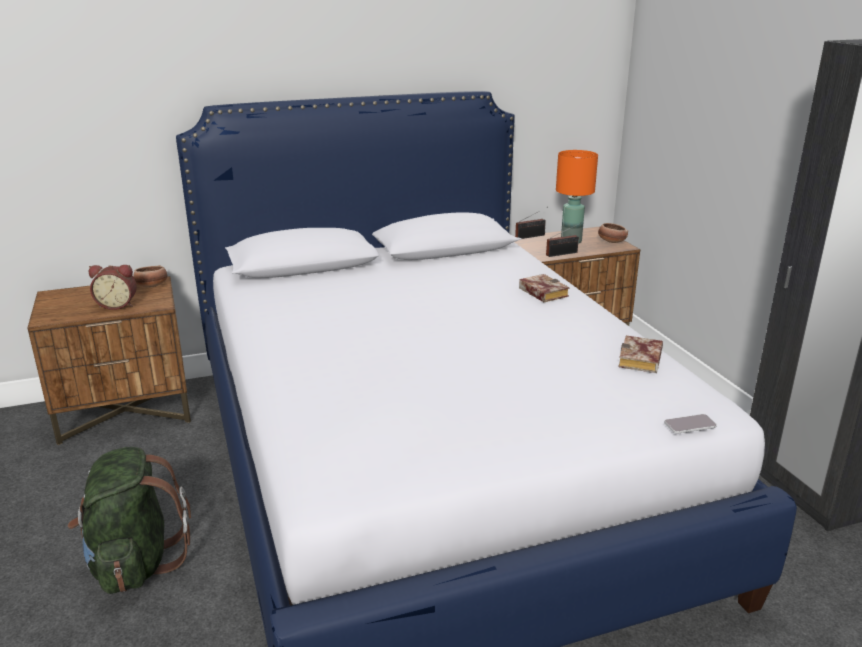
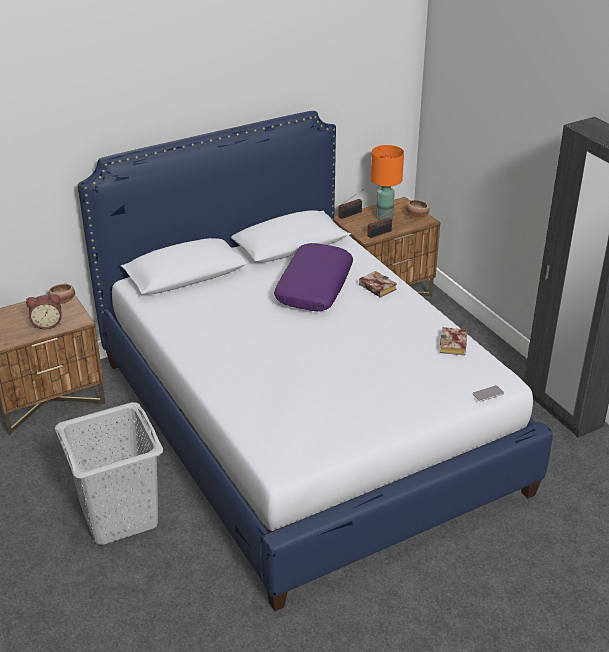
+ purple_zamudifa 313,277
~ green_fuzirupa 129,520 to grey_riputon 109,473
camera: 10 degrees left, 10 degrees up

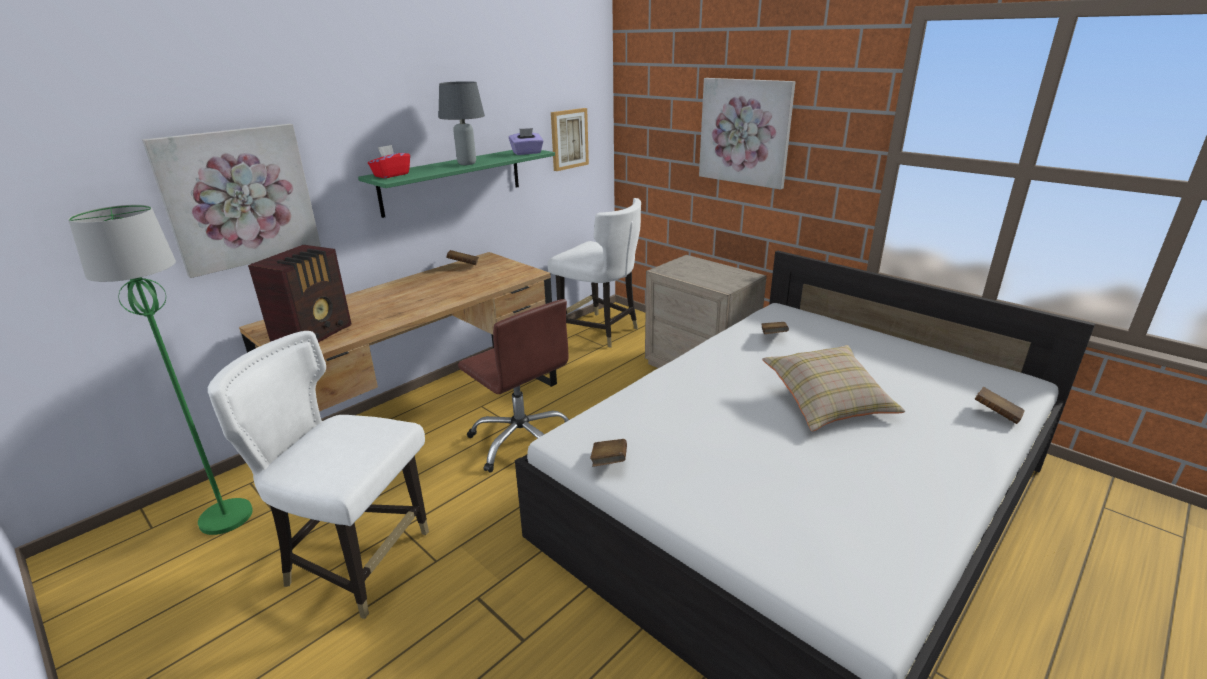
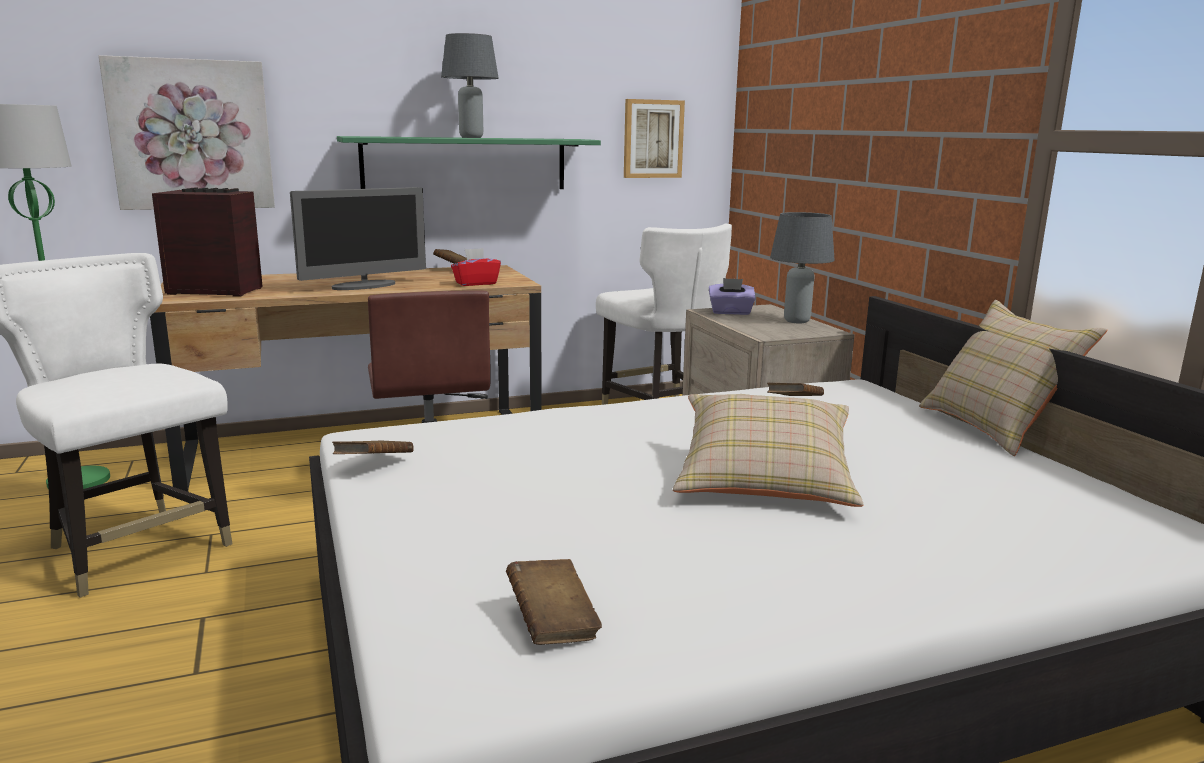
- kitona 747,134
+ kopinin 358,238
+ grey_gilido 802,267
+ beige_zamudifa 1013,378
~ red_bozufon 389,161 to 476,267
~ purple_bozufon 526,141 to 732,296
~ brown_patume 1000,405 to 554,602
~ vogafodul 300,293 = 207,242 135 degrees counterclockwise
camera: 25 degrees right, 10 degrees down

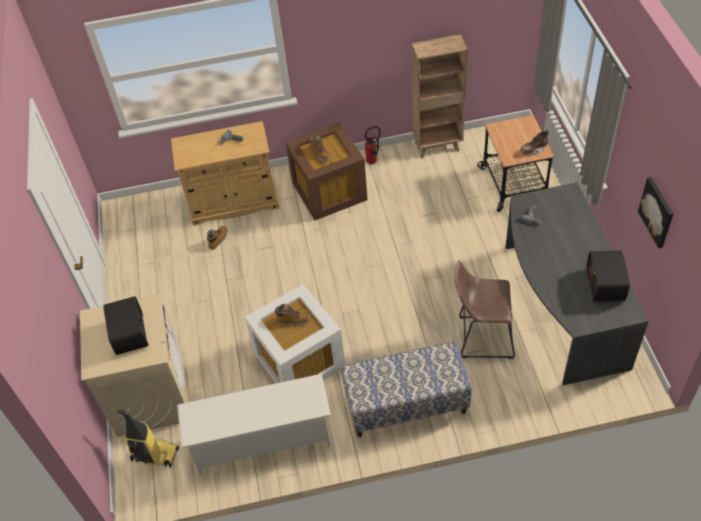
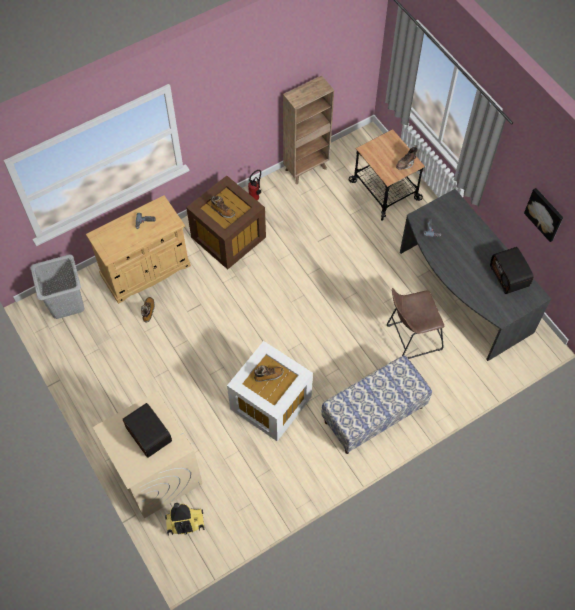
- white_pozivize 254,424
+ grey_riputon 58,287
camera: 25 degrees left, 10 degrees up

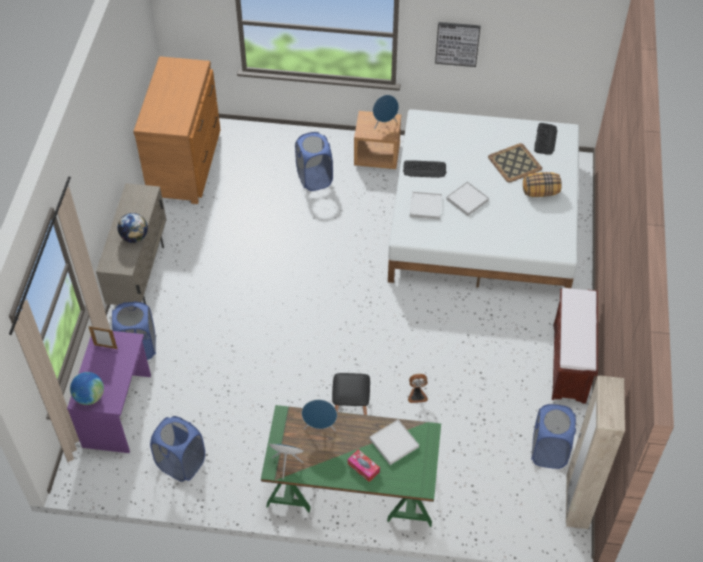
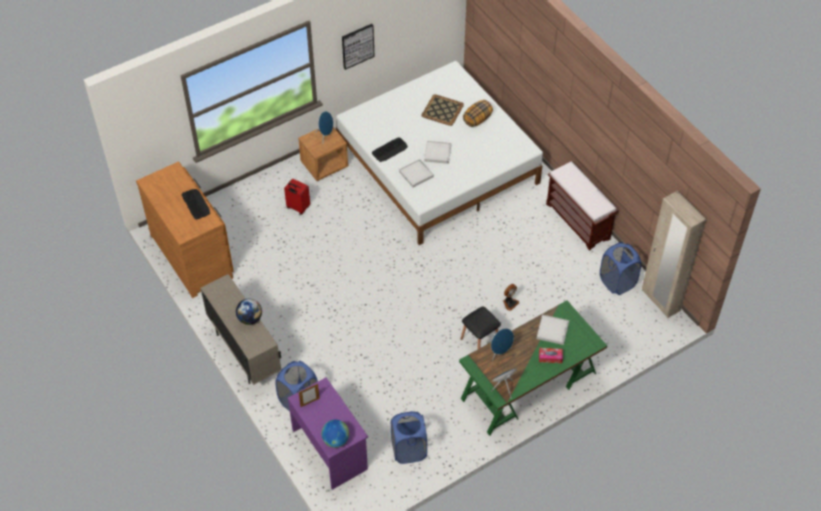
~ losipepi 545,138 to 195,204
~ blue_riputon 314,161 to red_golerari 297,197
camera: 40 degrees left, 0 degrees up

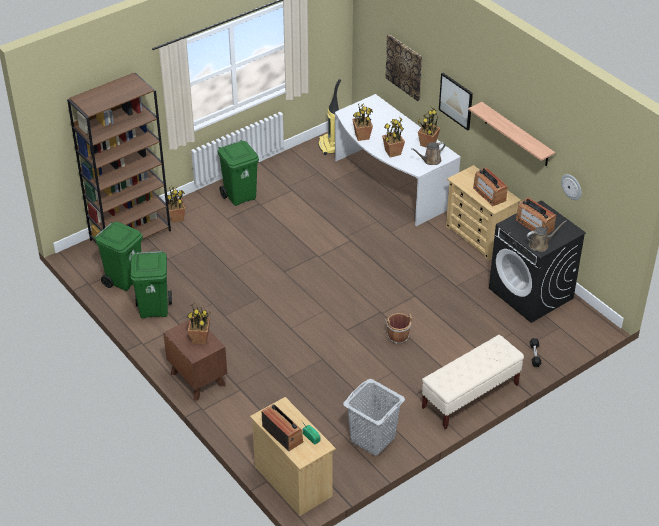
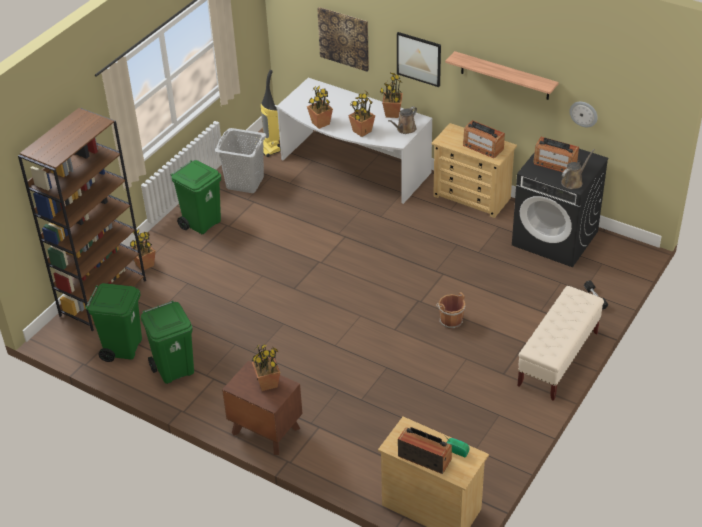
~ grey_riputon 374,417 to 240,160
camera: 20 degrees left, 0 degrees up

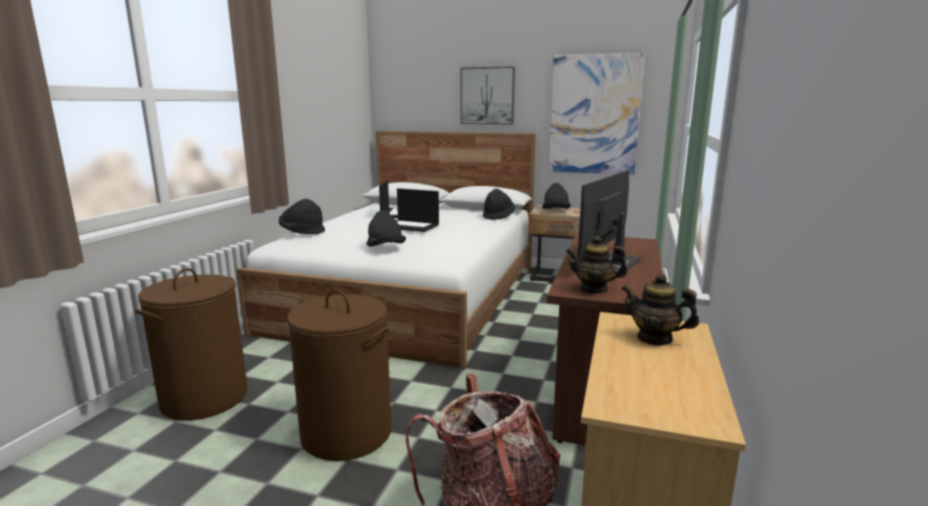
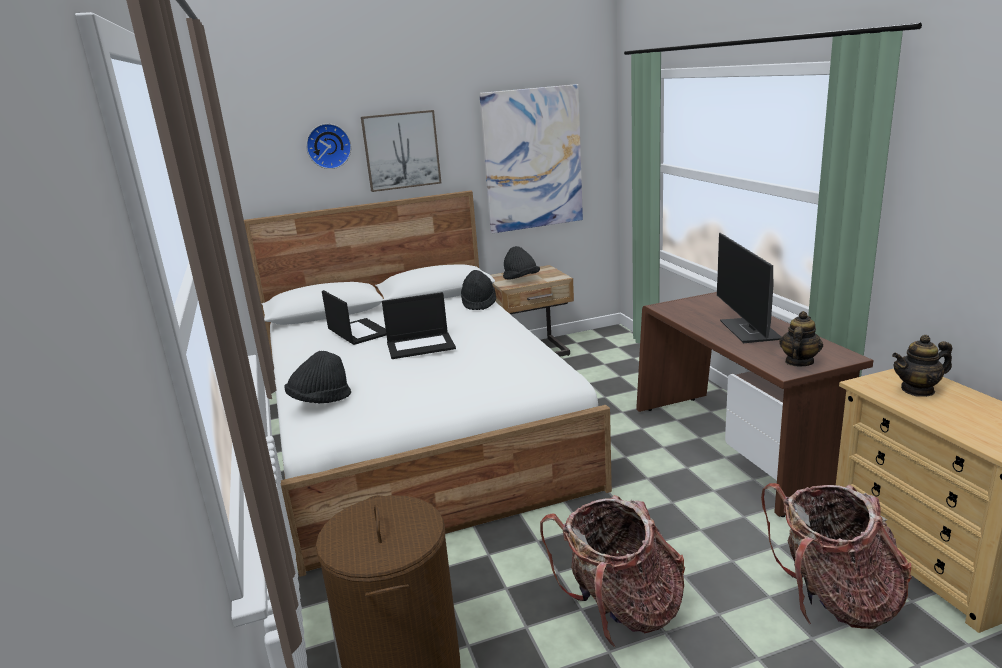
- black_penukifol 386,229
+ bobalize 328,146
~ brown_riputon 339,375 to fuzirupa 612,571
~ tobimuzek 597,265 = 801,338 150 degrees clockwise
camera: 35 degrees left, 5 degrees up

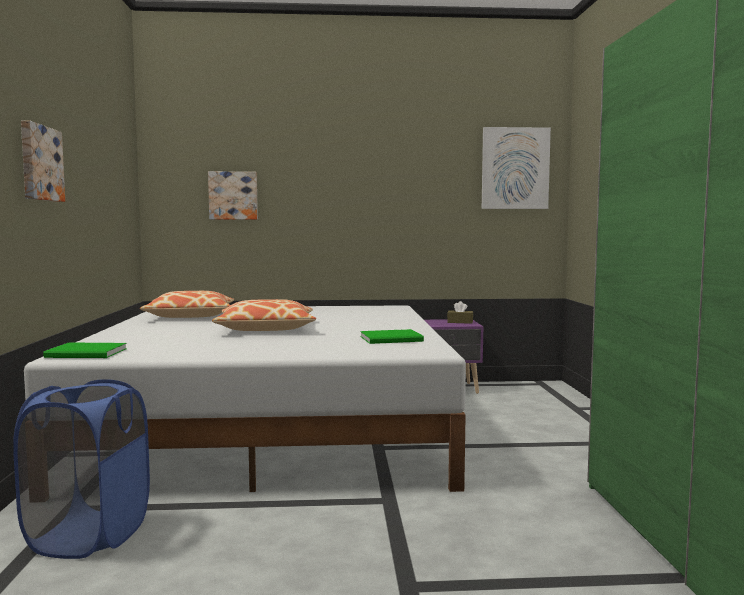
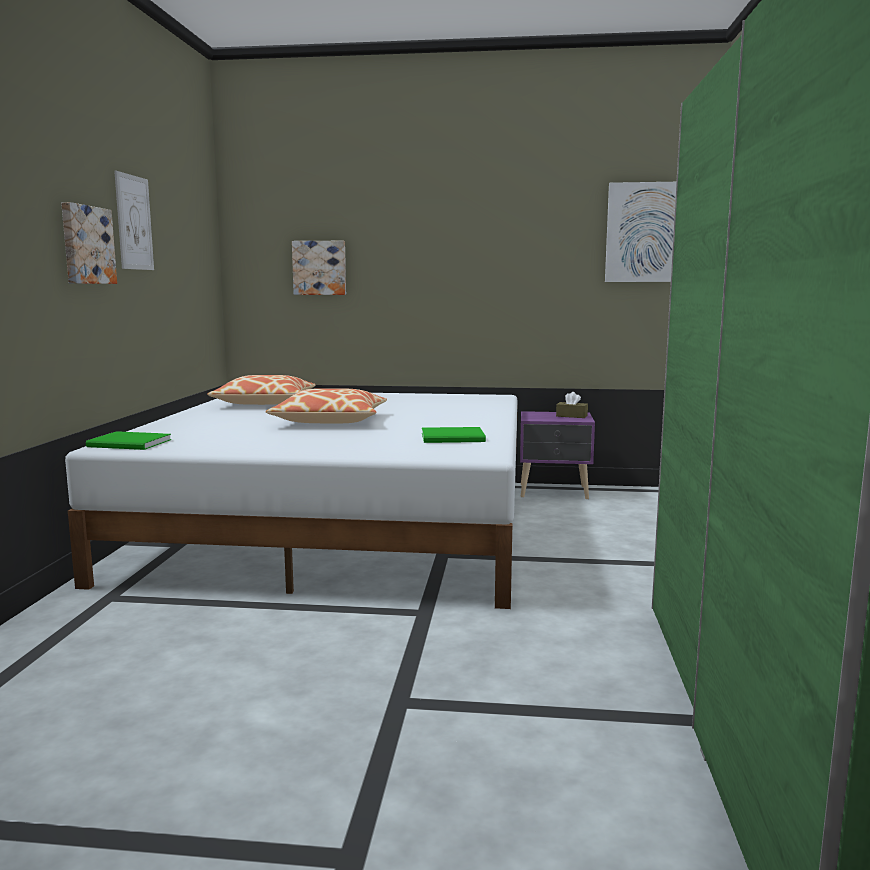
- blue_riputon 81,469
+ kitona 134,220
camera: 10 degrees right, 5 degrees up

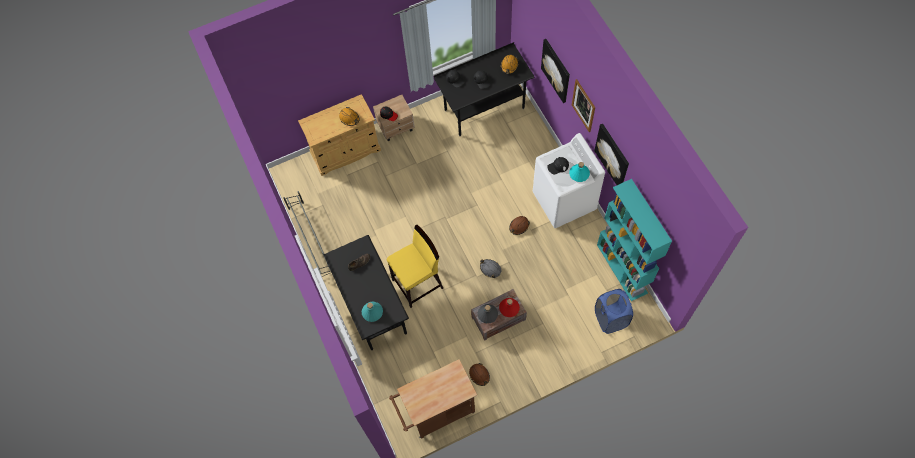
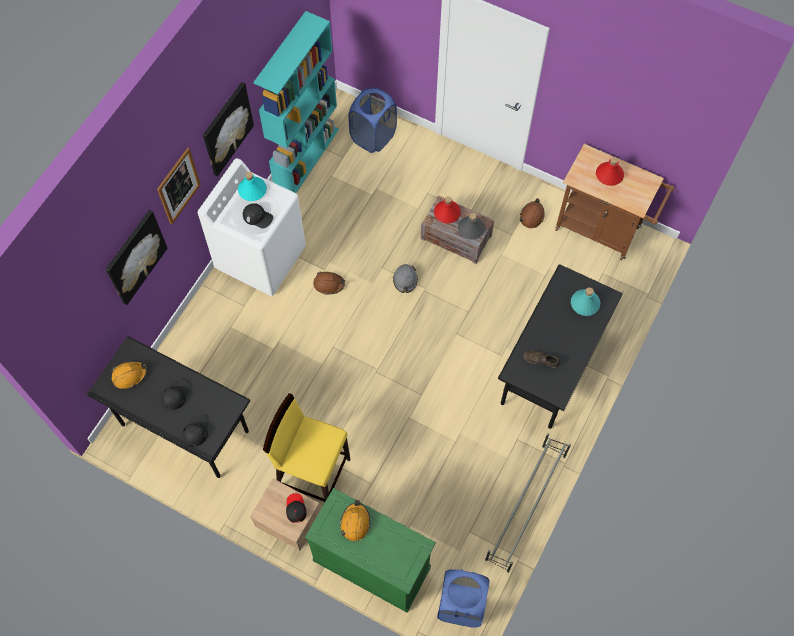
+ blue_riputon 463,598
+ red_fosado 610,171
~ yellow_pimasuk 415,266 to 306,447
~ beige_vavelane 339,135 to green_vavelane 370,550
camera: 130 degrees left, 0 degrees up

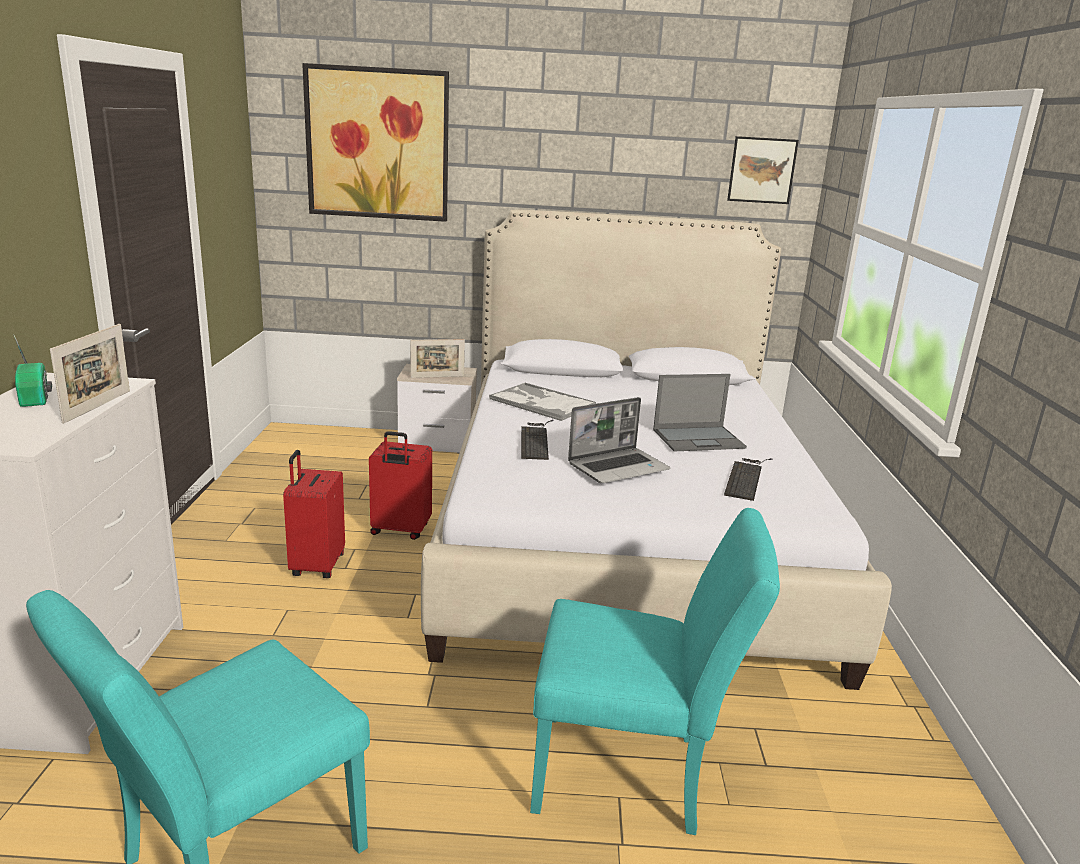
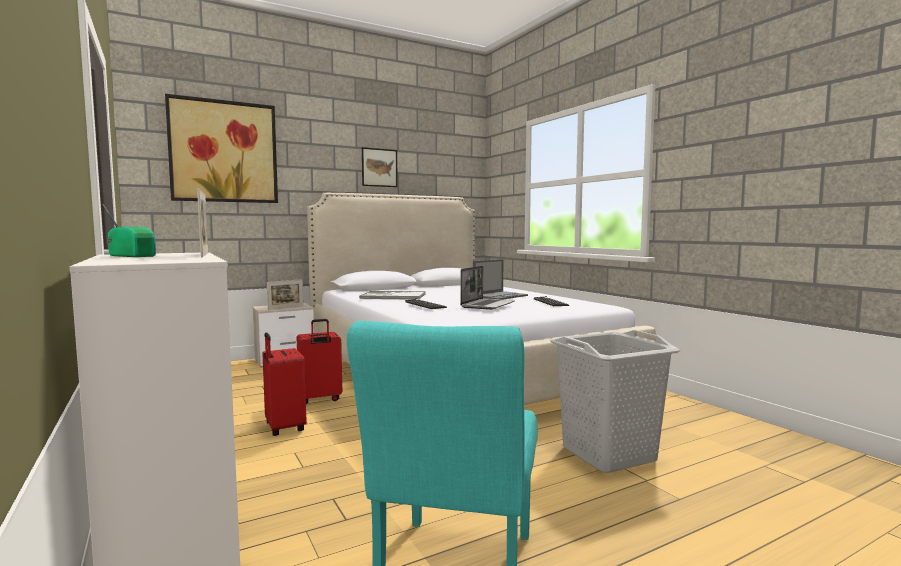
~ kitona 763,170 to 380,167
~ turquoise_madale 655,671 to grey_riputon 615,401
camera: 30 degrees left, 15 degrees down

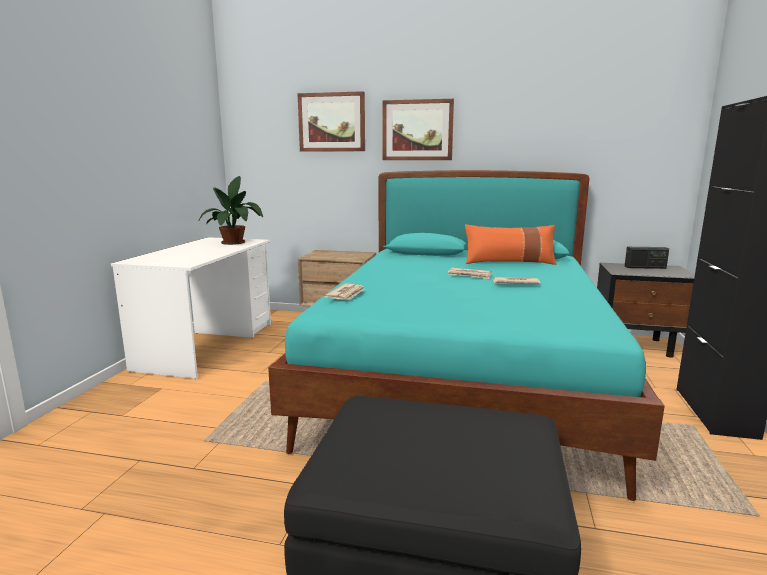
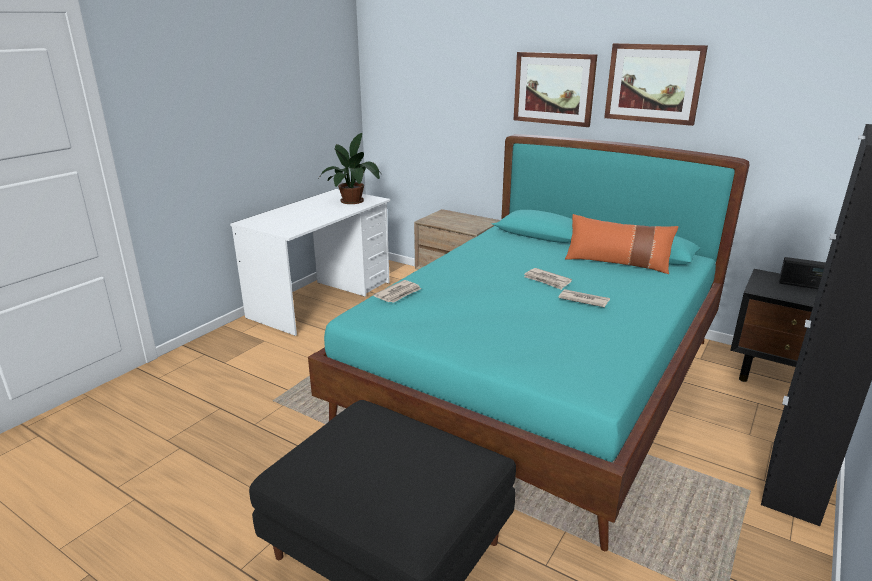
~ kitona 331,121 to 656,84
camera: 20 degrees right, 10 degrees up

